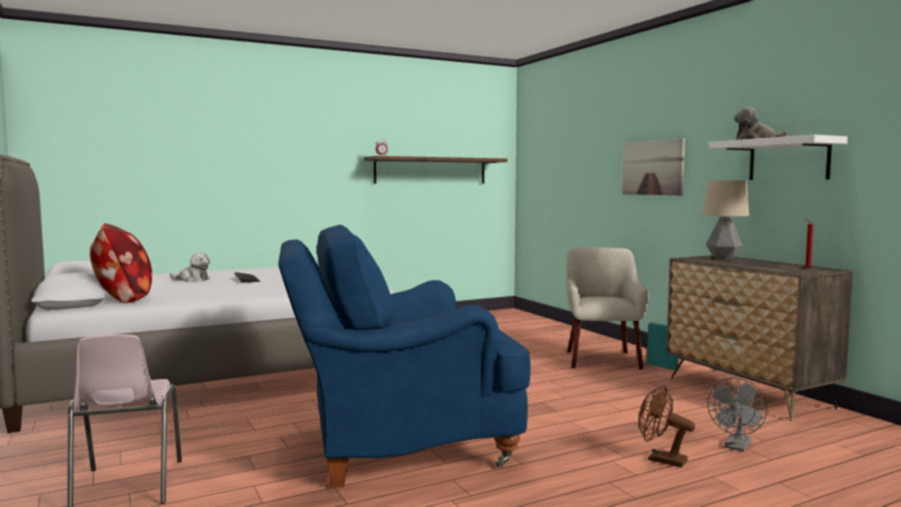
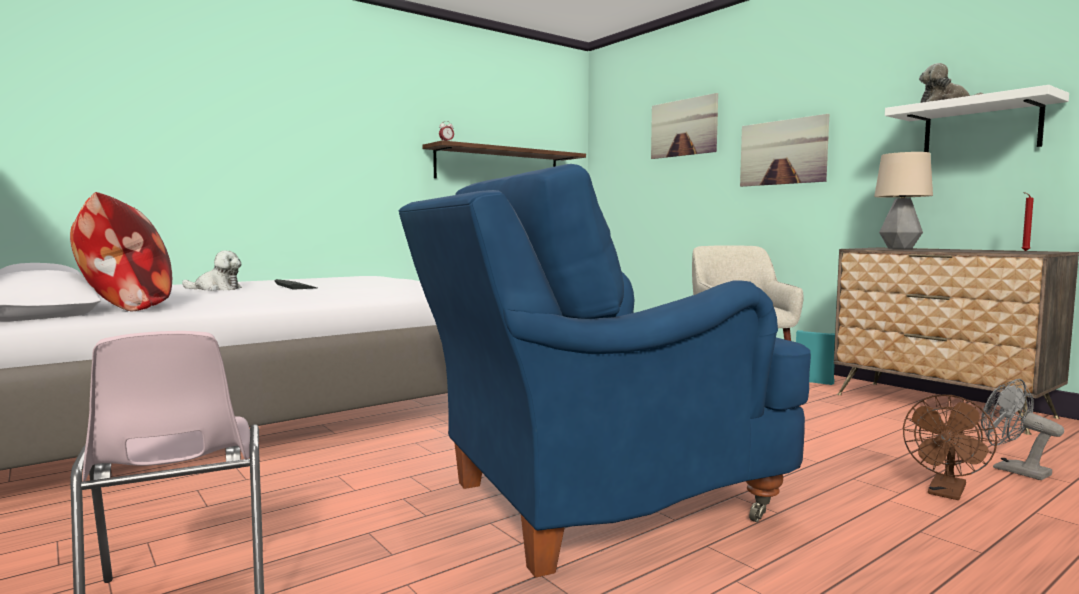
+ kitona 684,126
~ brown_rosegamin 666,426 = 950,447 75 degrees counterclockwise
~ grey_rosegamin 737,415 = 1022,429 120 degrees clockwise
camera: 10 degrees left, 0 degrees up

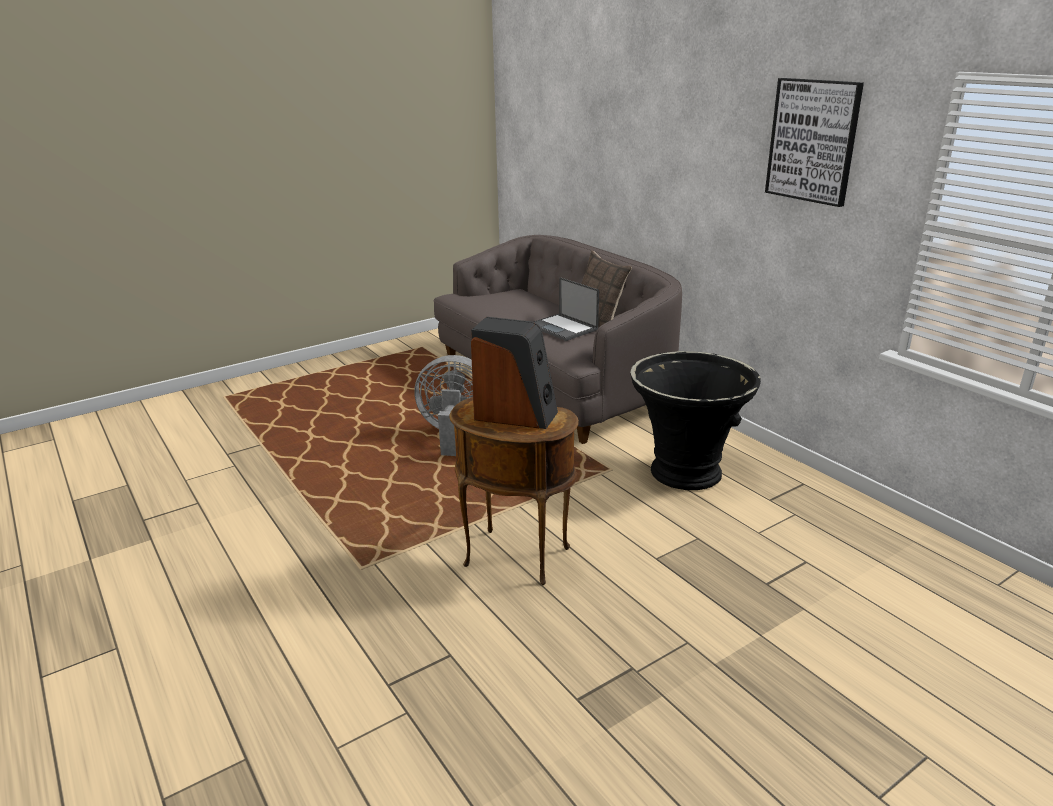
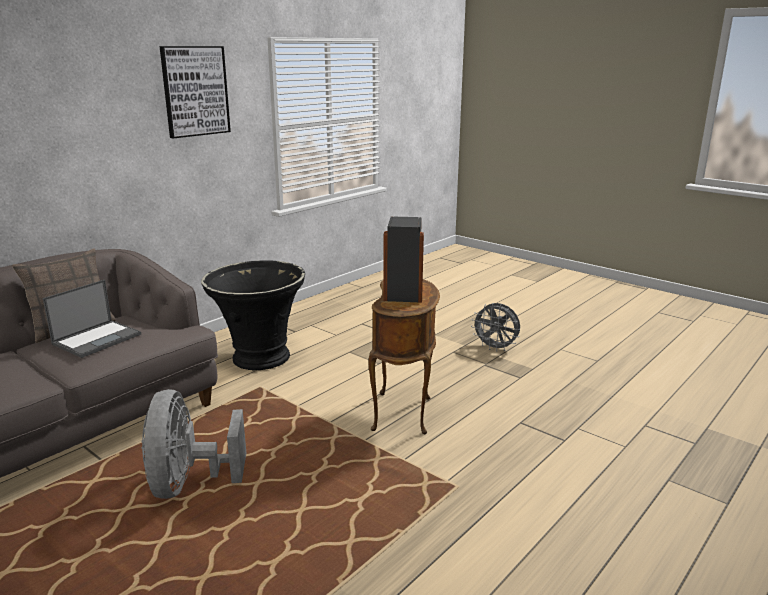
+ grey_rosegamin 495,327
camera: 105 degrees left, 5 degrees down

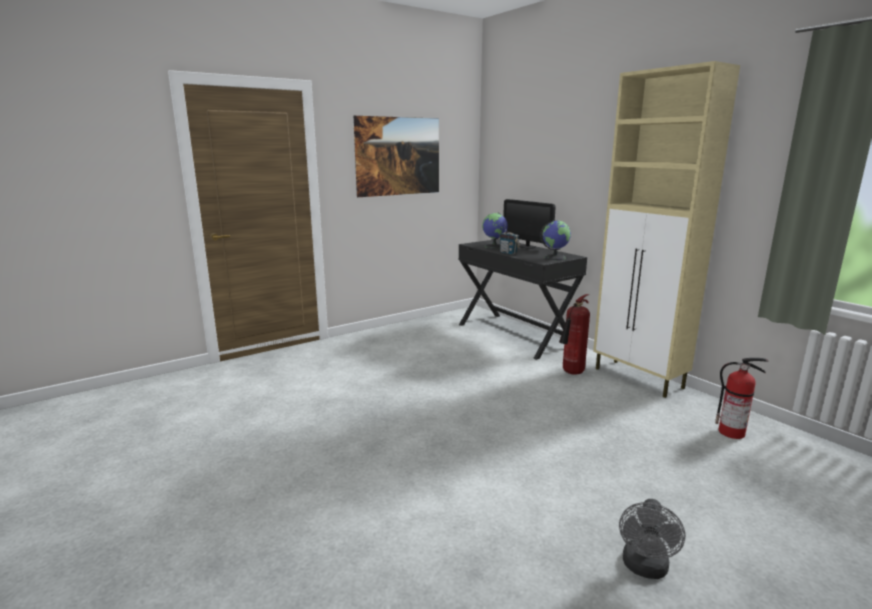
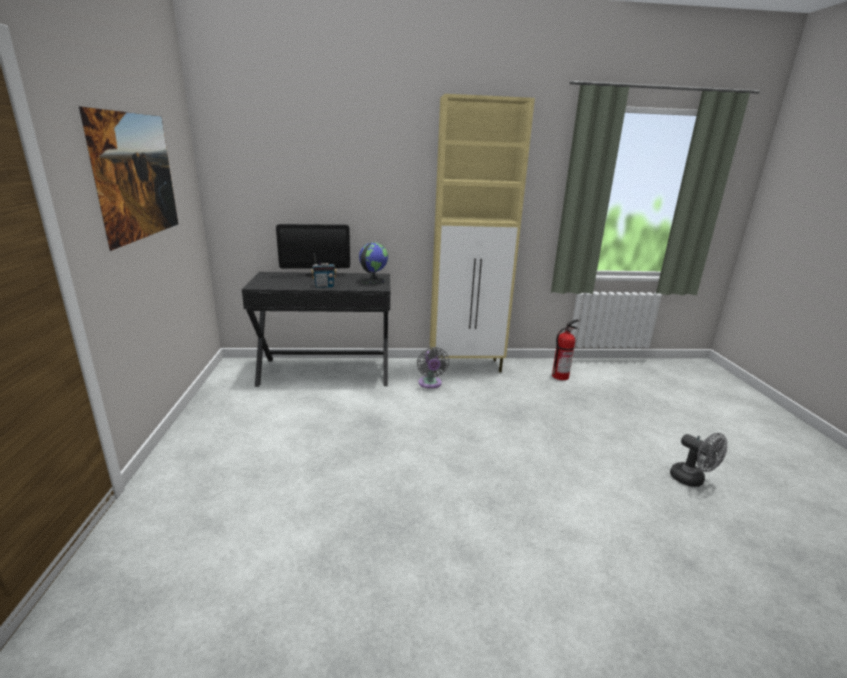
- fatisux 495,231
~ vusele 574,334 to grey_rosegamin 433,368
camera: 60 degrees left, 5 degrees up

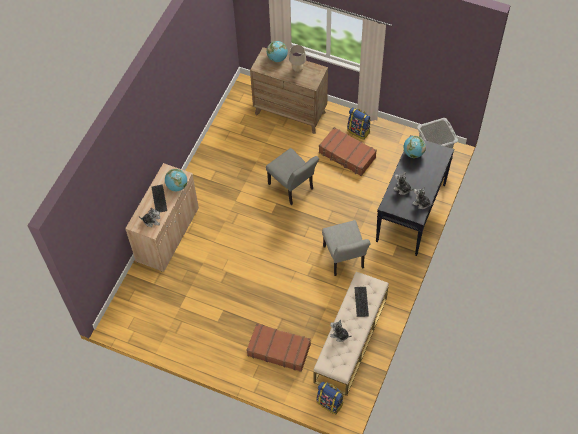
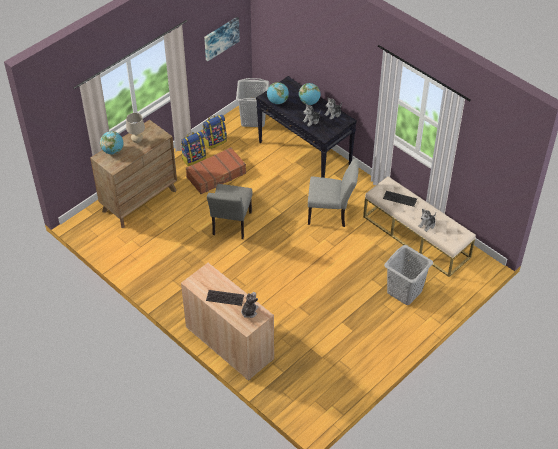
+ kitona 222,39
~ fatisux 176,180 to 309,94
~ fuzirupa 329,398 to 215,131
~ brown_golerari 279,347 to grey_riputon 408,275
~ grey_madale 292,176 = 230,211 120 degrees clockwise
camera: 70 degrees left, 10 degrees down

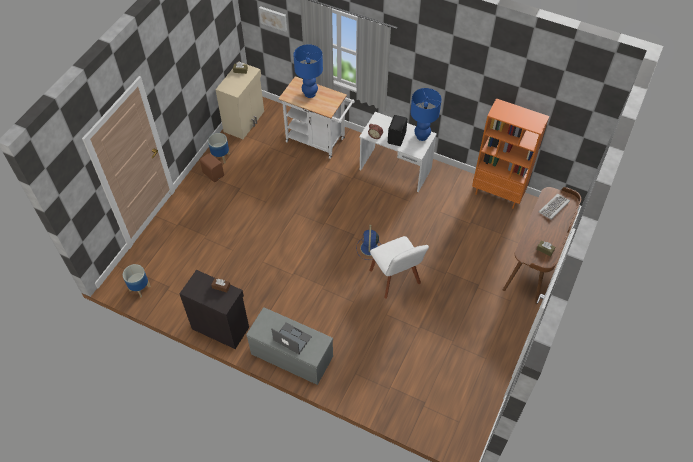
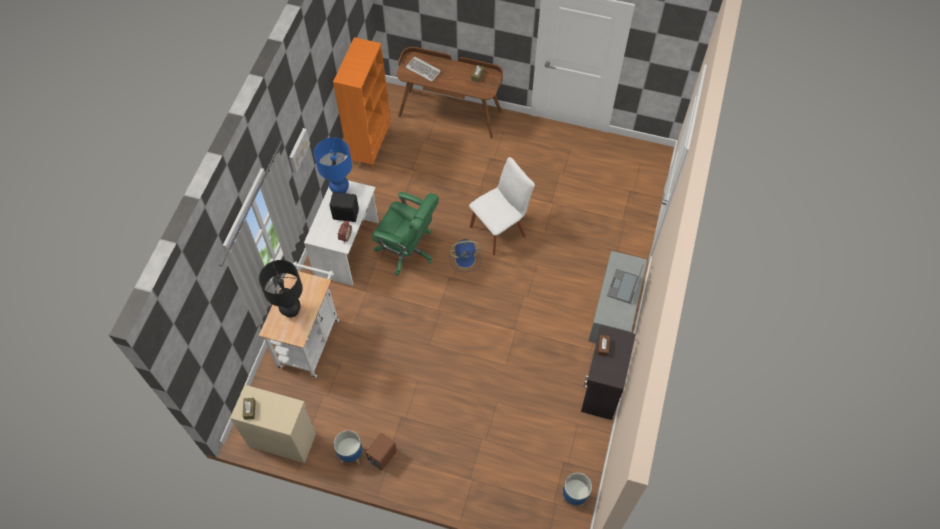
+ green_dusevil 405,233
~ kitona 273,19 to 299,150
~ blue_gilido 308,71 to black_gilido 281,289
camera: 100 degrees left, 5 degrees up

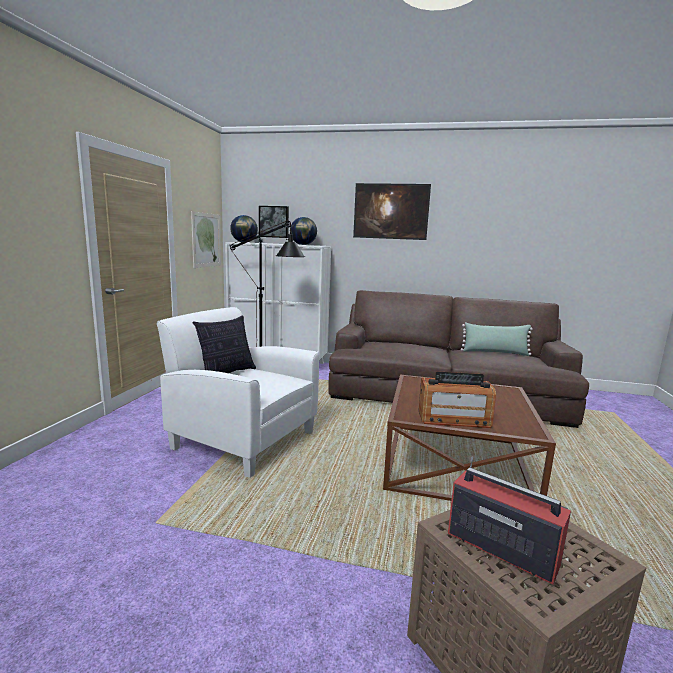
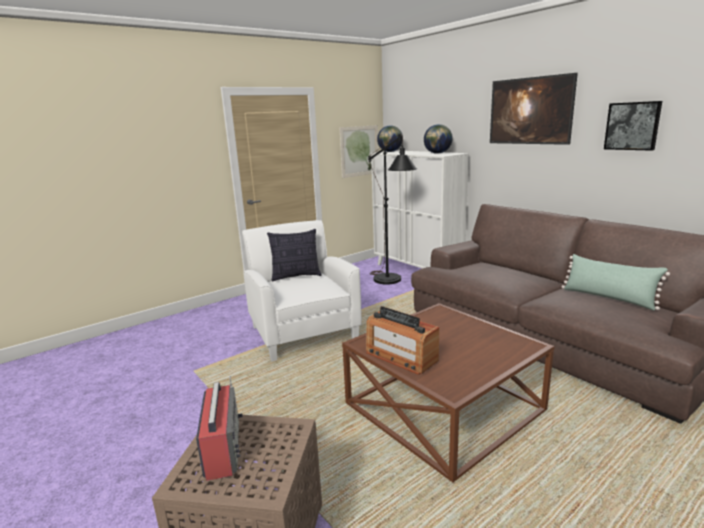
~ kitona 274,222 to 633,126
camera: 40 degrees right, 5 degrees up

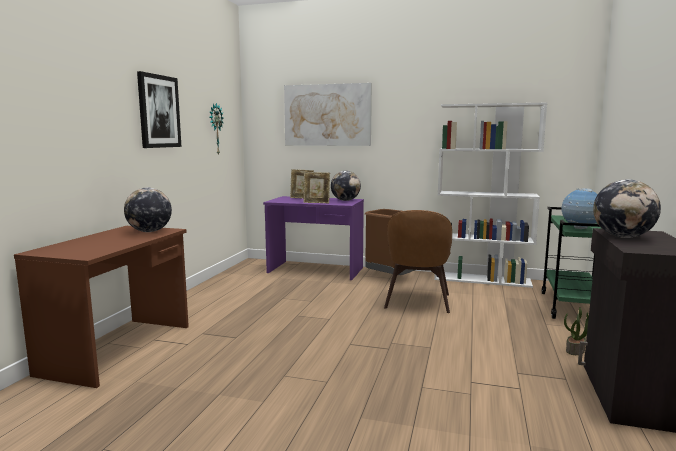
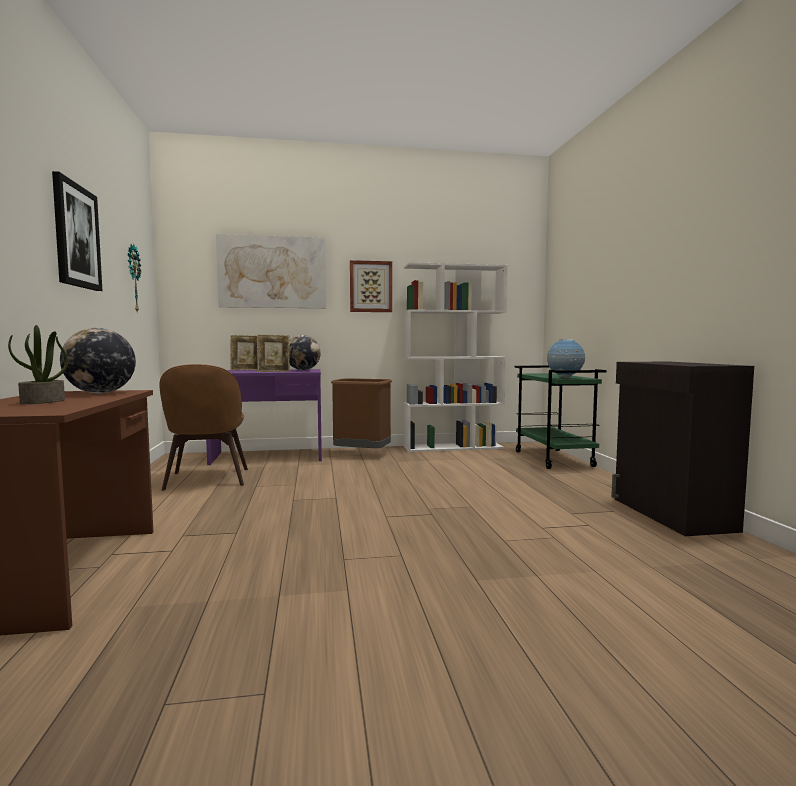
- fatisux 627,208
+ kitona 371,286
~ brown_madale 418,261 to 203,427
~ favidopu 576,331 to 38,364
camera: 25 degrees left, 5 degrees down

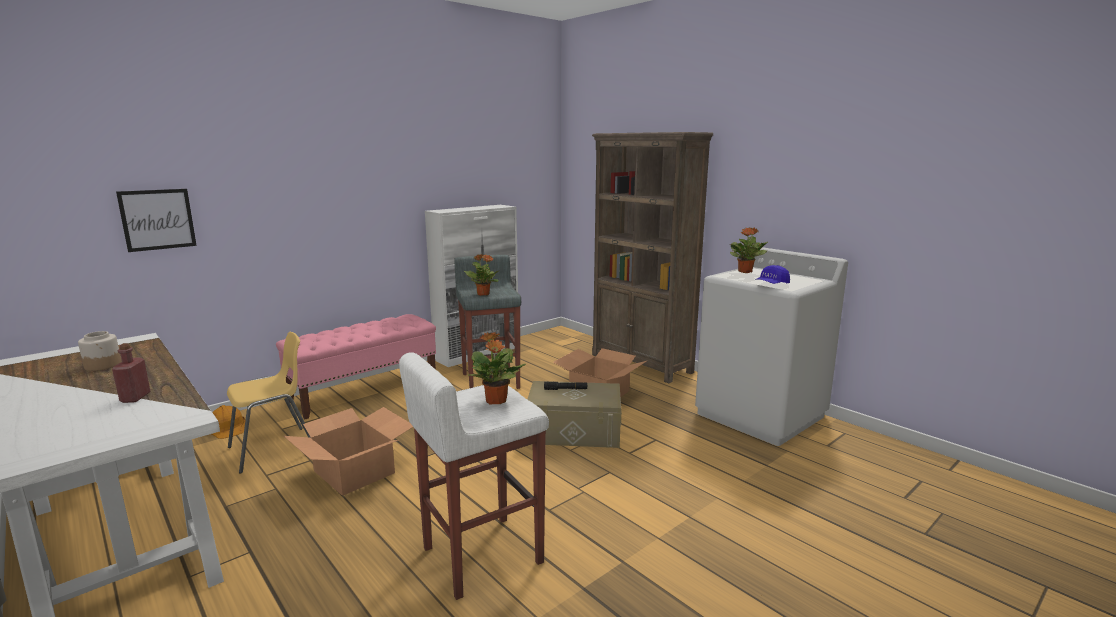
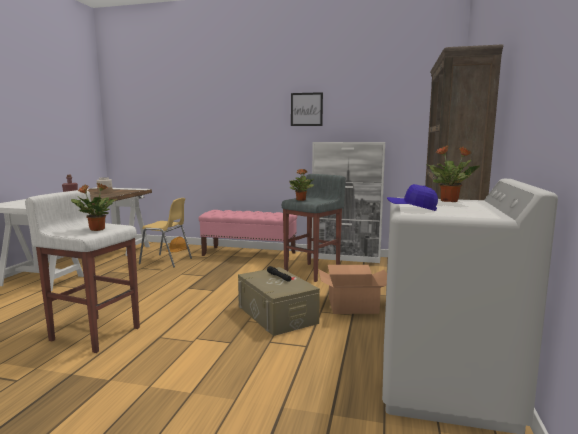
- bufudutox 348,451
~ kitona 156,220 to 307,109
camera: 55 degrees right, 5 degrees down

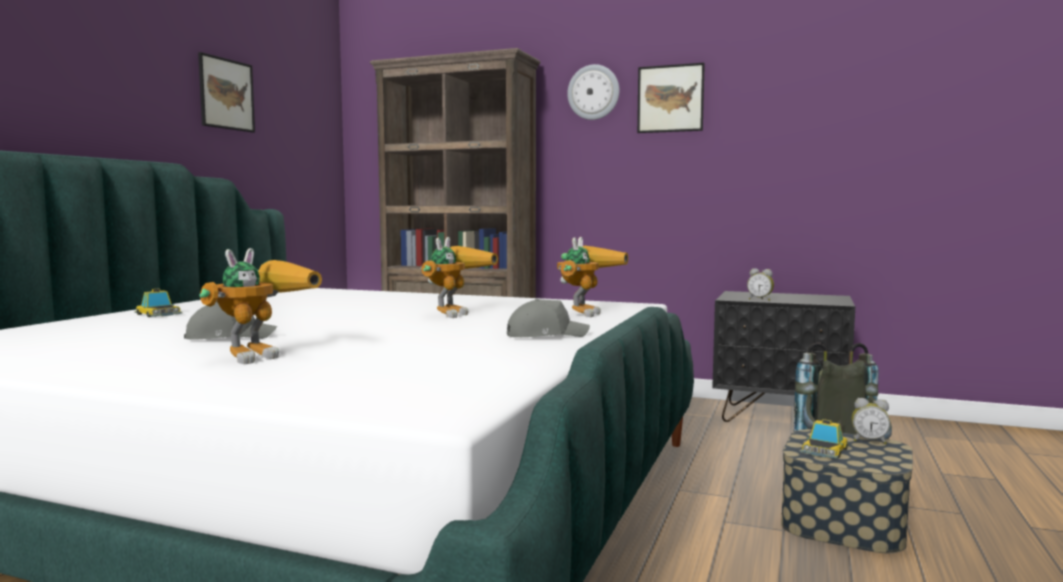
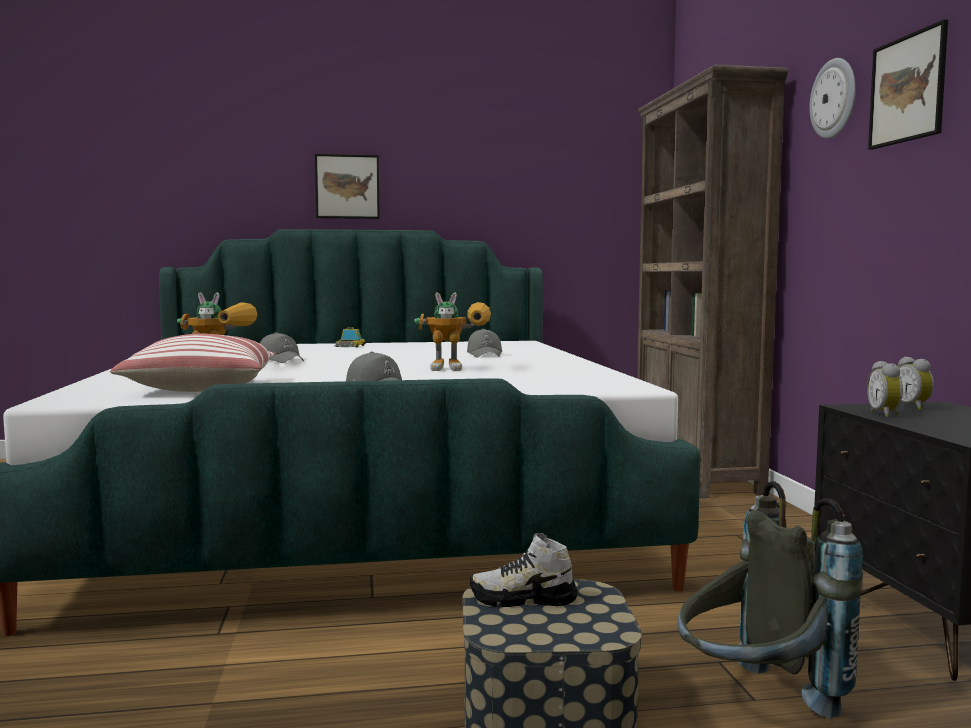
- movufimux 592,277
+ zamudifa 193,362
+ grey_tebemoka 484,343
~ kitona 226,92 to 347,186
~ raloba 871,421 to 916,383
~ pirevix 824,439 to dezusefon 523,570
camera: 60 degrees right, 0 degrees up

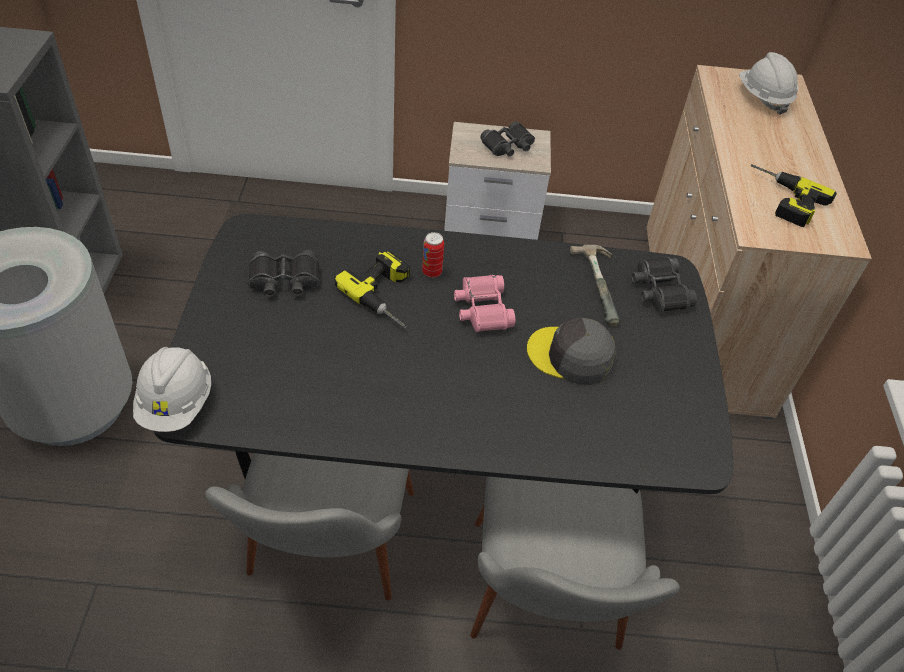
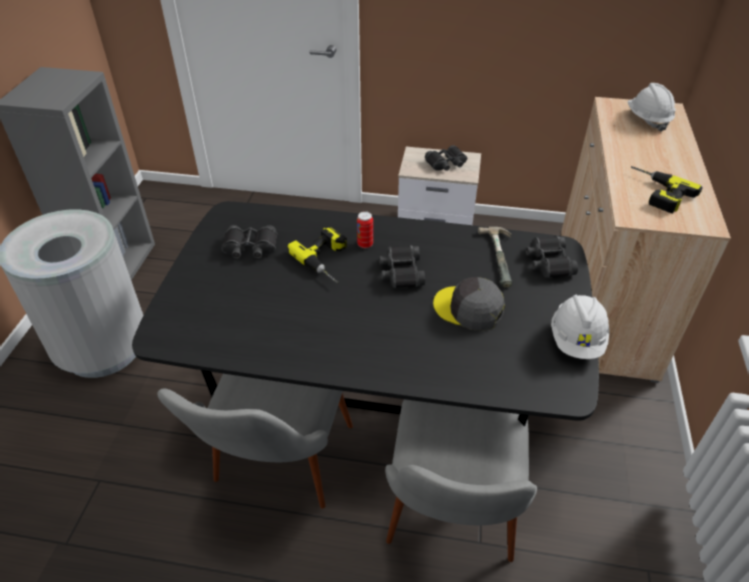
~ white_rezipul 172,389 to 580,327
~ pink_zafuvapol 484,303 to black_zafuvapol 402,266
camera: 10 degrees right, 5 degrees down

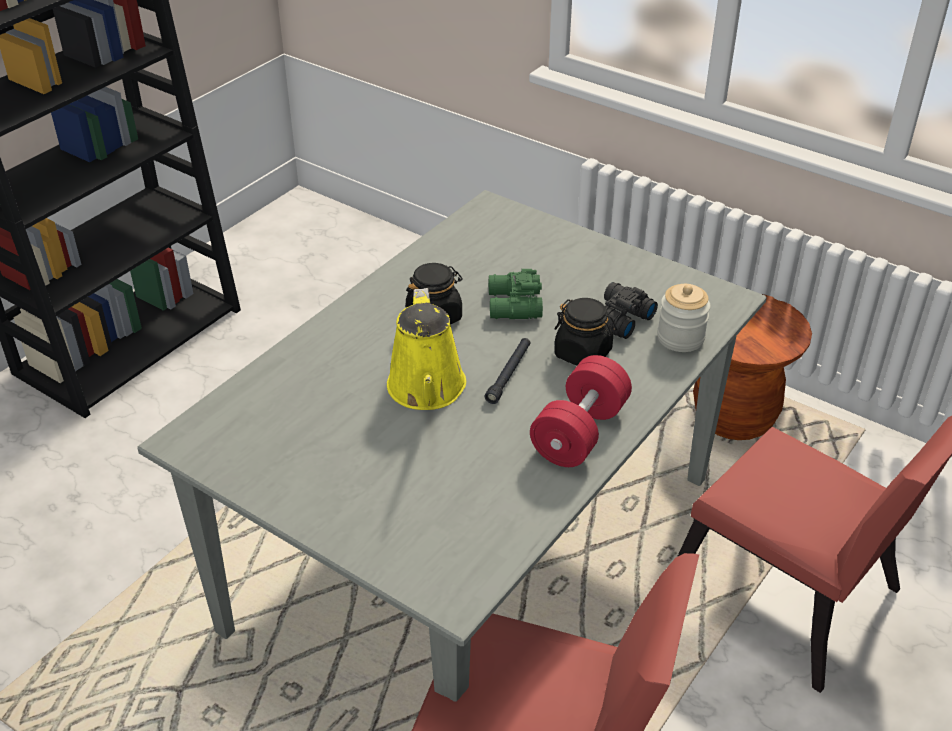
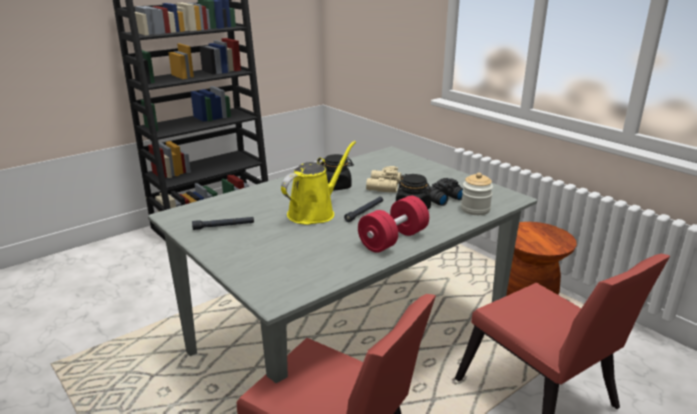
+ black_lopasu 223,223
~ green_zafuvapol 516,294 to beige_zafuvapol 383,179
~ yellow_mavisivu 426,349 = 318,183 150 degrees counterclockwise
camera: 15 degrees right, 15 degrees down

